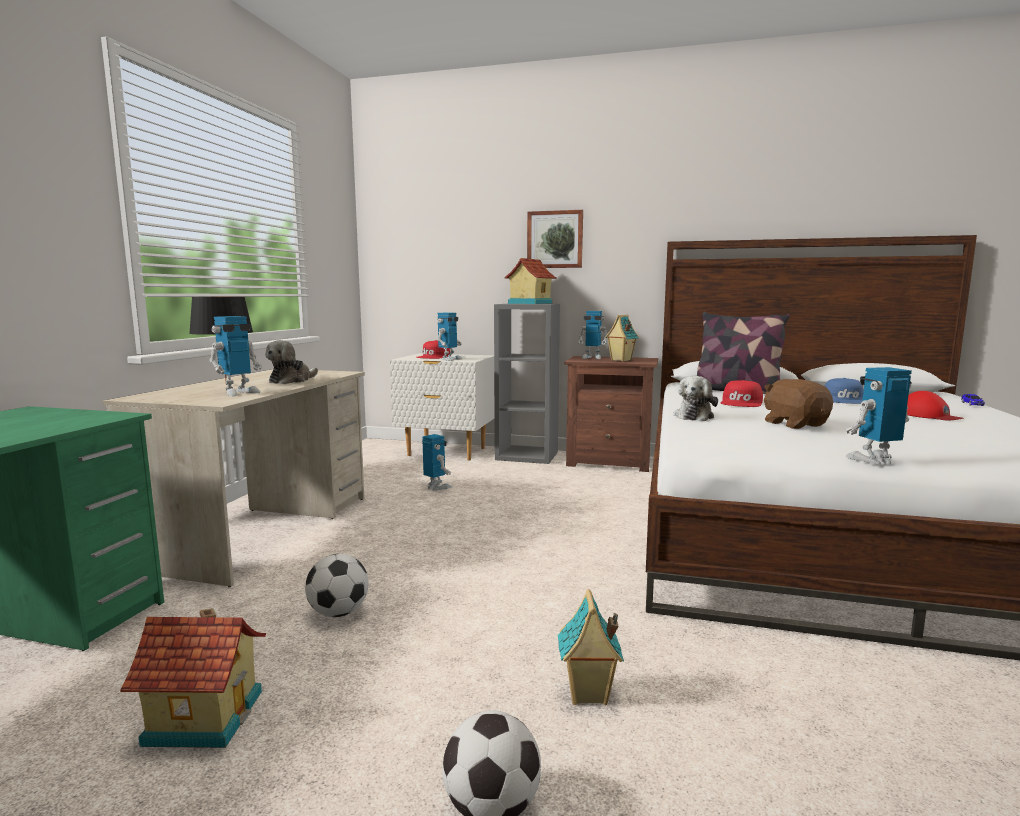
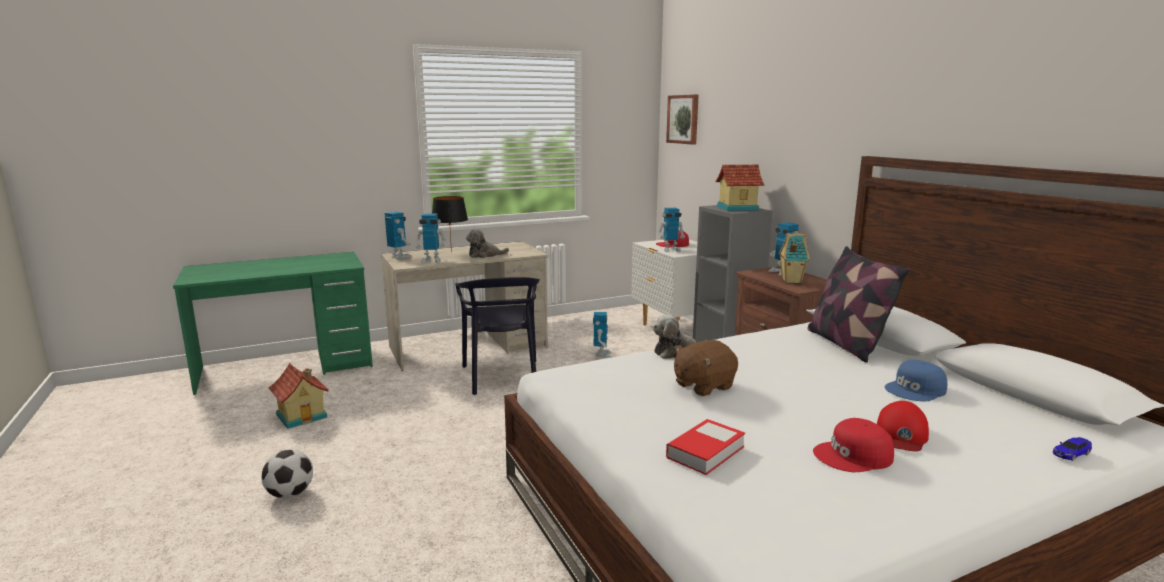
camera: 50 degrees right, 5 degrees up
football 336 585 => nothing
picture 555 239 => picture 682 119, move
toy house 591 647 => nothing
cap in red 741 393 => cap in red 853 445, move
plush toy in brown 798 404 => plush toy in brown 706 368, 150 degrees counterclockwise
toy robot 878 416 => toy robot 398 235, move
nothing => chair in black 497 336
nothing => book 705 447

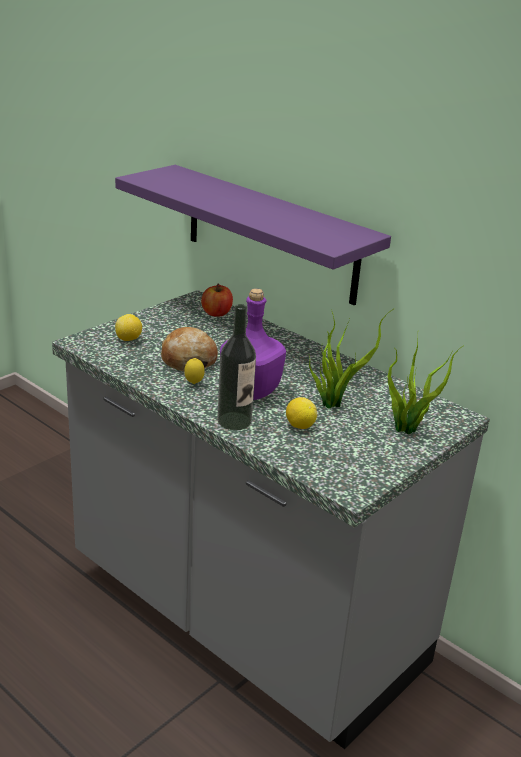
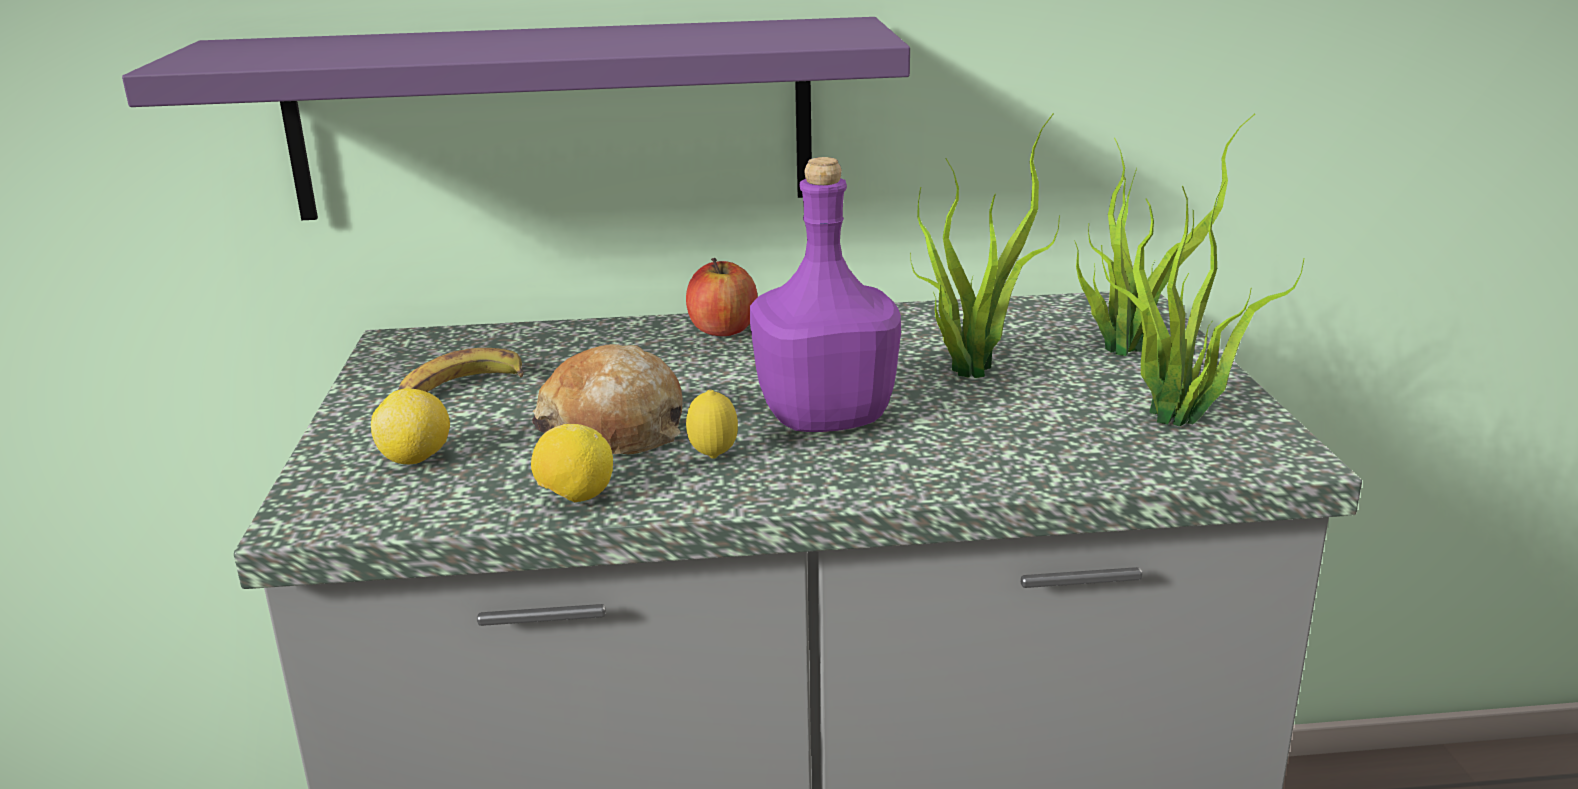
camera: 45 degrees left, 5 degrees down
apple 217 300 => apple 721 297, move
bottle 236 367 => nothing
lemon 301 413 => lemon 572 463, move
nothing => banana 461 370
nothing => potted plant 1202 304

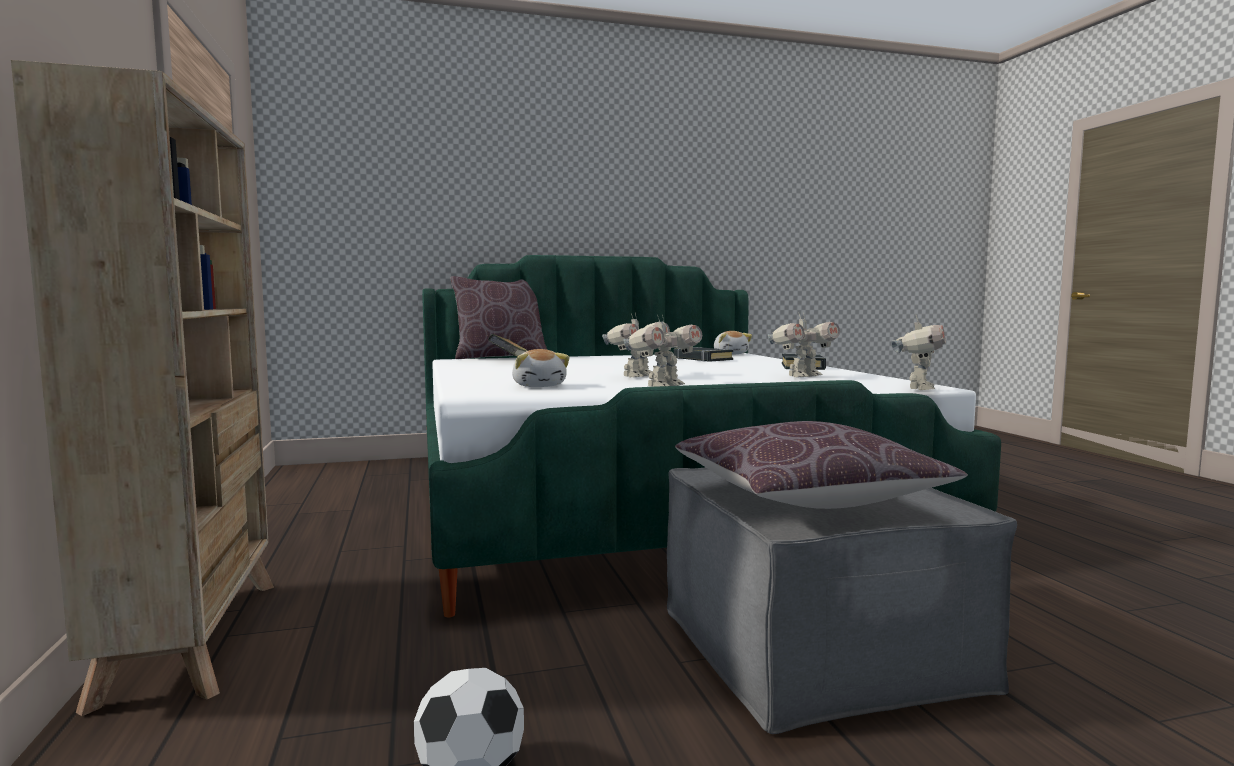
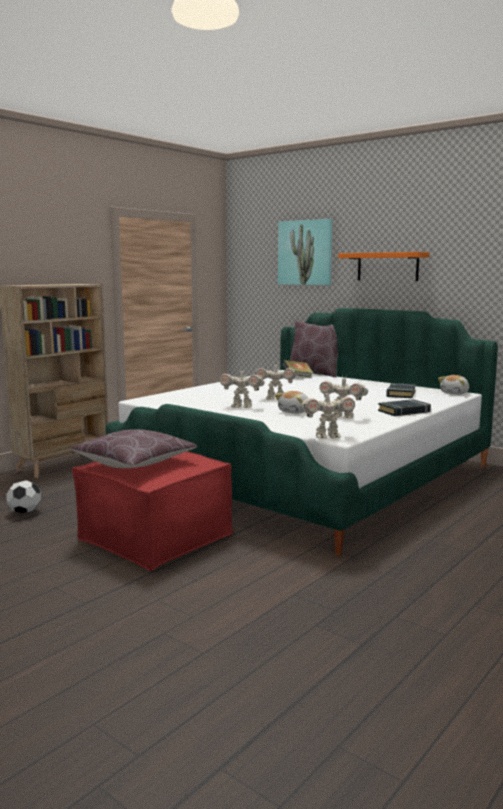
camera: 55 degrees right, 5 degrees up
plush toy 541 368 => plush toy 291 402, move
ottoman in grey 842 600 => ottoman in red 152 511
nothing => picture 305 252
nothing => shelf in orange 383 266

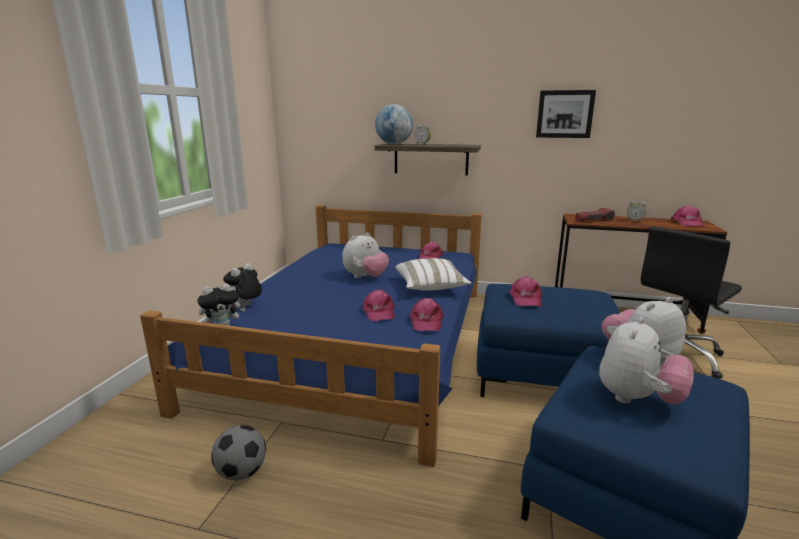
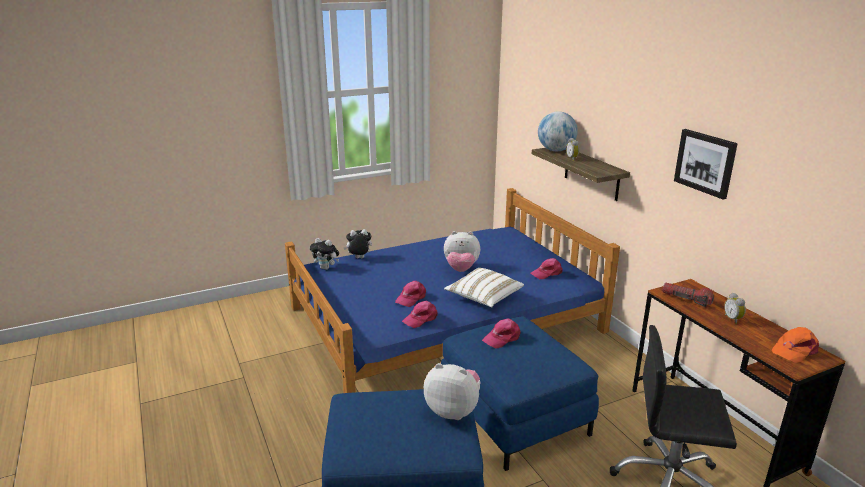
camera: 50 degrees right, 5 degrees up
football 238 452 => nothing
plush toy 646 361 => nothing
cap in pink 687 216 => cap in orange 795 345

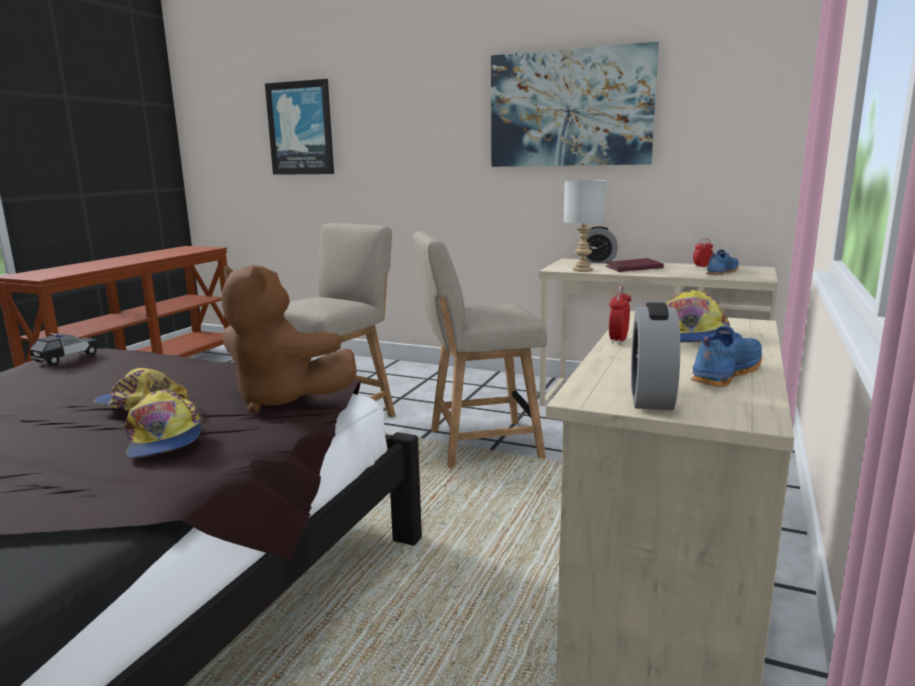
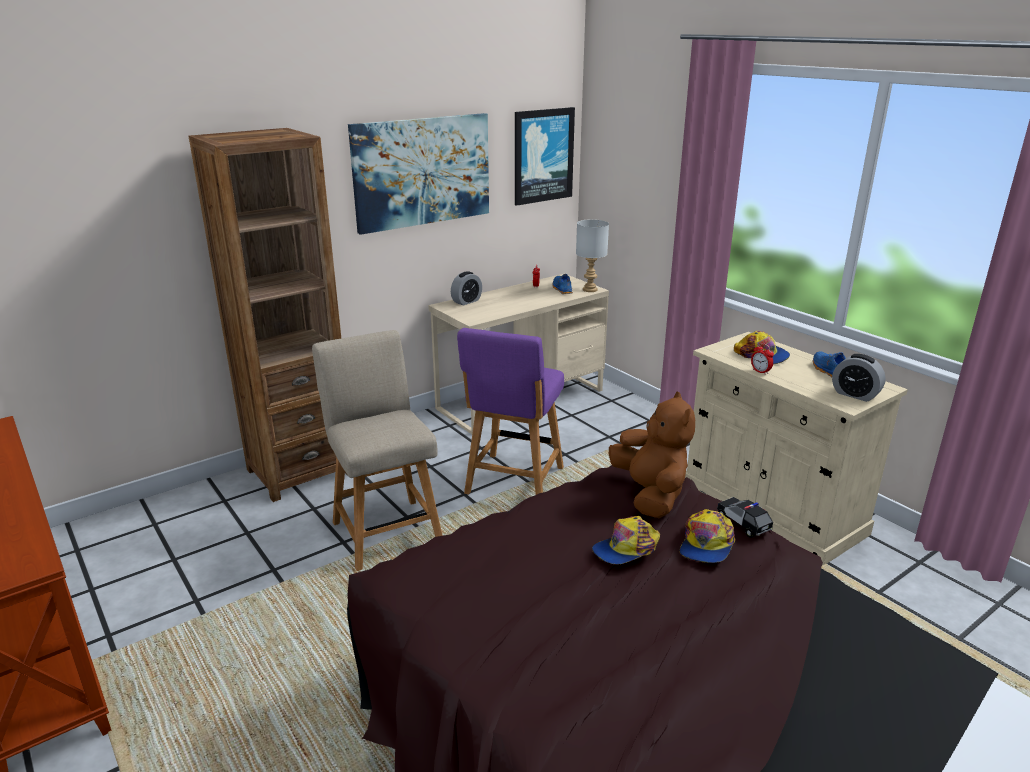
camera: 60 degrees left, 10 degrees up
toy car 64 349 => toy car 745 517, move
cap 164 424 => cap 708 536, 105 degrees clockwise
plush toy in brown 289 339 => plush toy in brown 652 454, 75 degrees counterclockwise
picture 299 127 => picture 545 156, move
chair in beige 480 349 => chair in purple 510 411
table lamp in grey 585 226 => table lamp in grey 592 255, move
book in red 634 265 => nothing
nothing => bookcase in brown 267 315

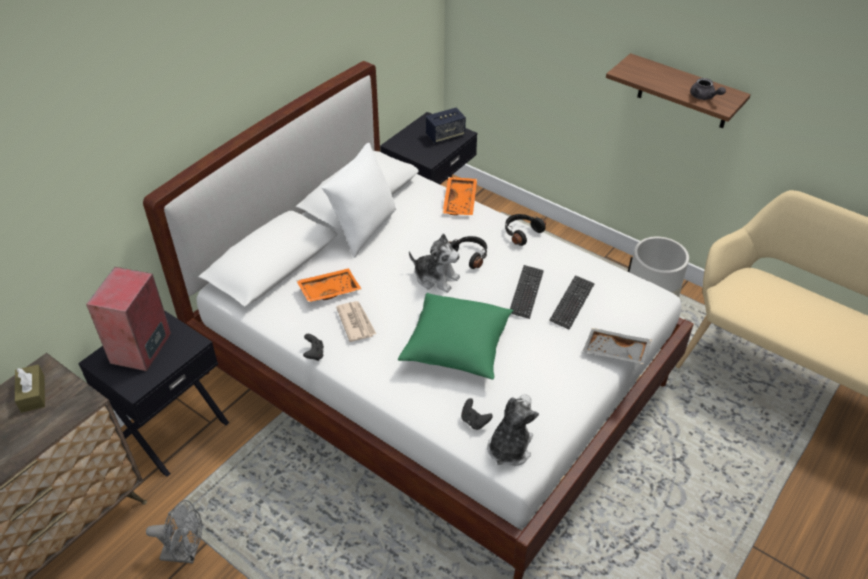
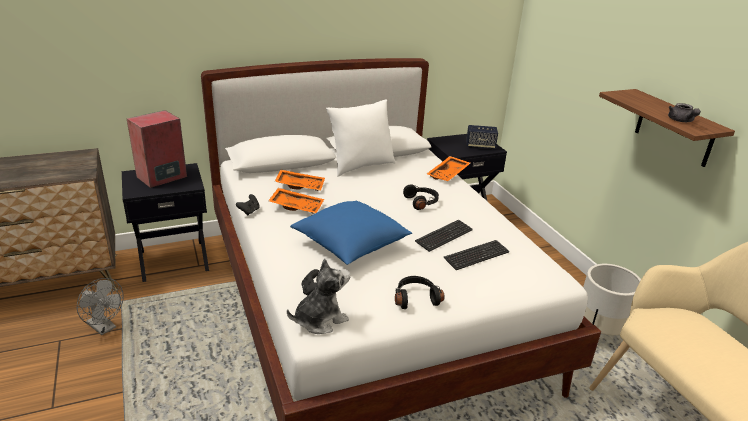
camera: 30 degrees right, 15 degrees down
tissue box in brown 30 388 => nothing
newspaper 356 321 => tray in orange 296 201
pillow in green 455 336 => pillow in blue 351 233
plush toy 434 263 => nothing
headphones in black 525 230 => headphones in black 420 292, move
tray in grey 617 346 => nothing

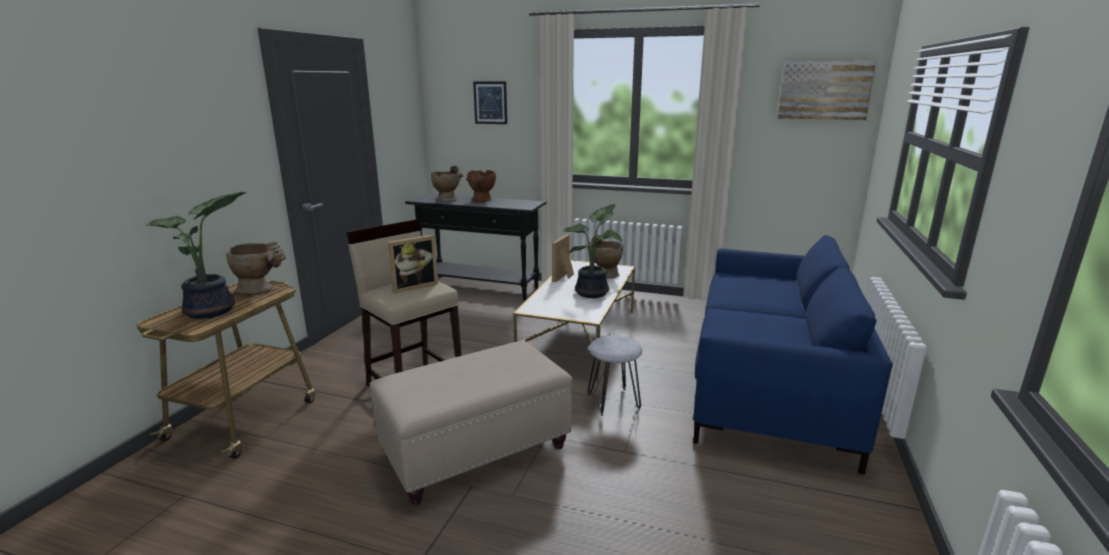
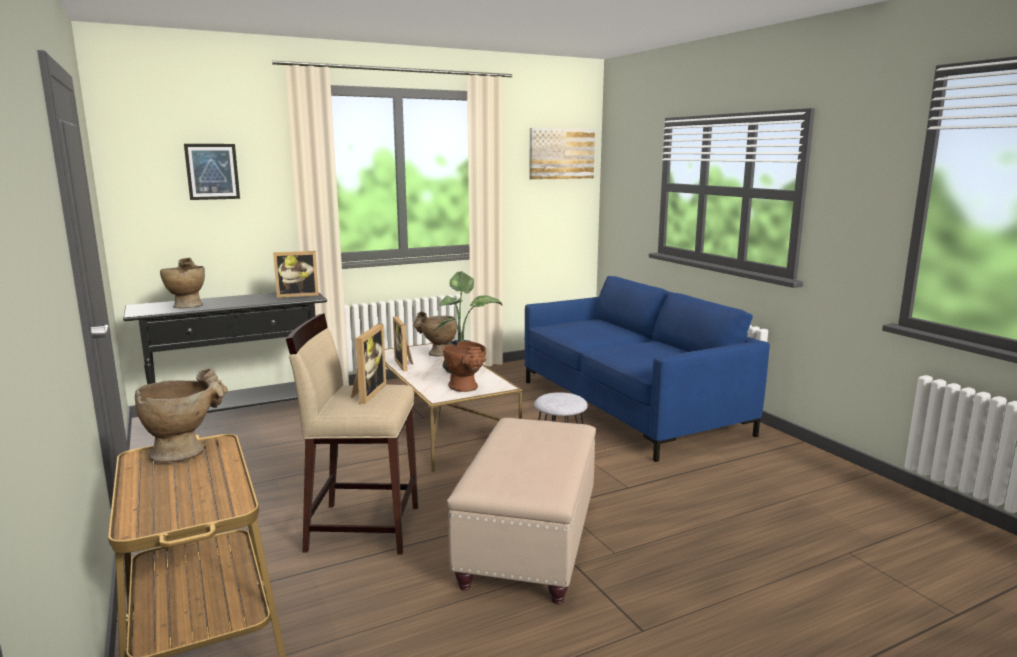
camera: 45 degrees left, 5 degrees down
potted plant 196 255 => nothing
vase in brown 481 186 => vase in brown 465 366, move
nothing => picture frame 296 274

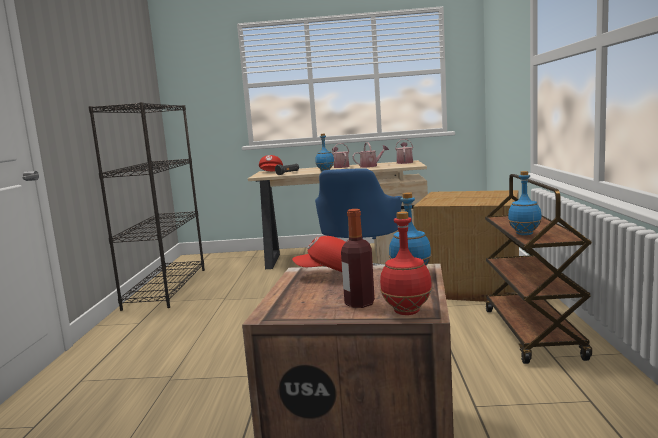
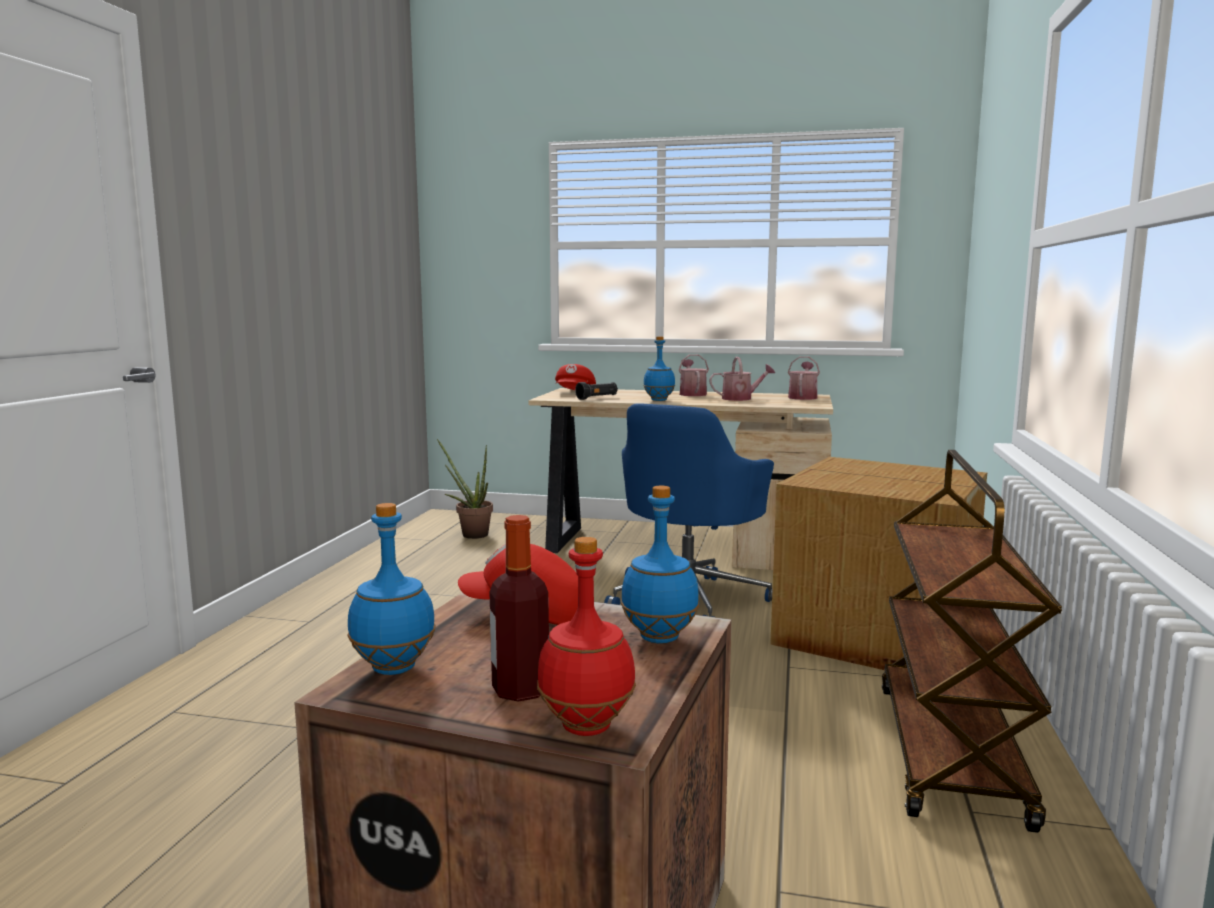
camera: 10 degrees right, 0 degrees up
bookcase in black 147 206 => nothing
bottle in blue 525 203 => bottle in blue 391 589, move
nothing => potted plant 465 489

